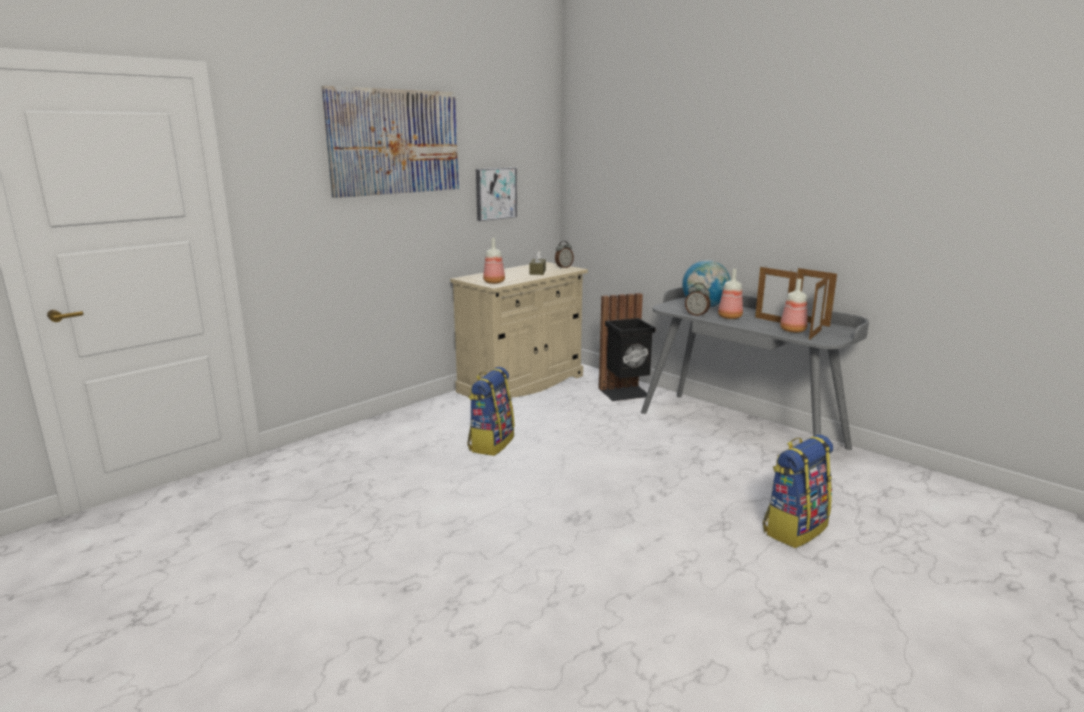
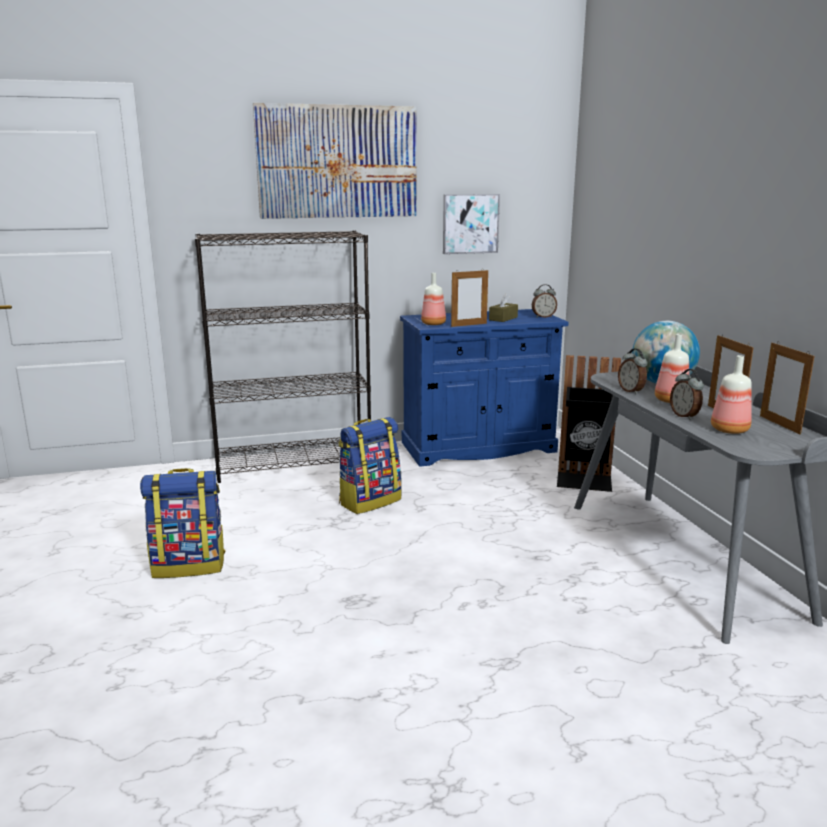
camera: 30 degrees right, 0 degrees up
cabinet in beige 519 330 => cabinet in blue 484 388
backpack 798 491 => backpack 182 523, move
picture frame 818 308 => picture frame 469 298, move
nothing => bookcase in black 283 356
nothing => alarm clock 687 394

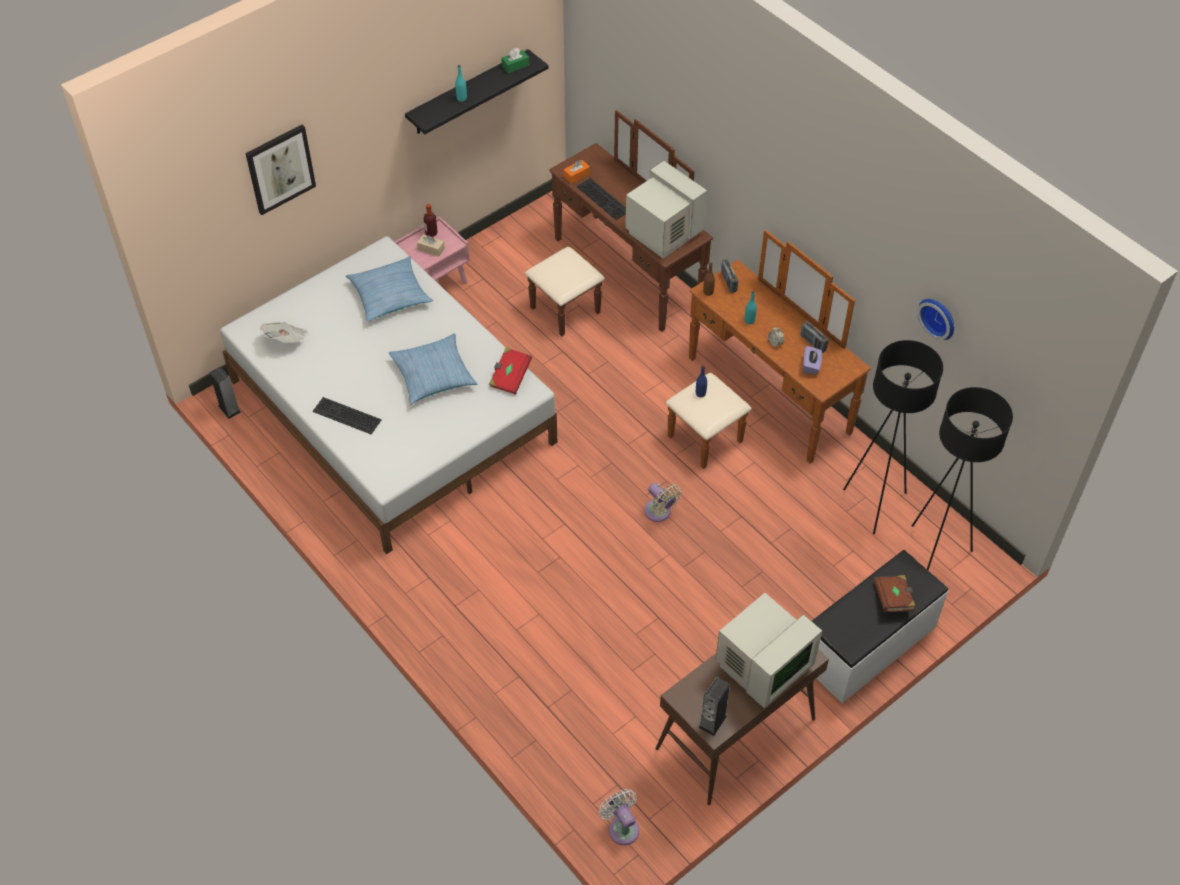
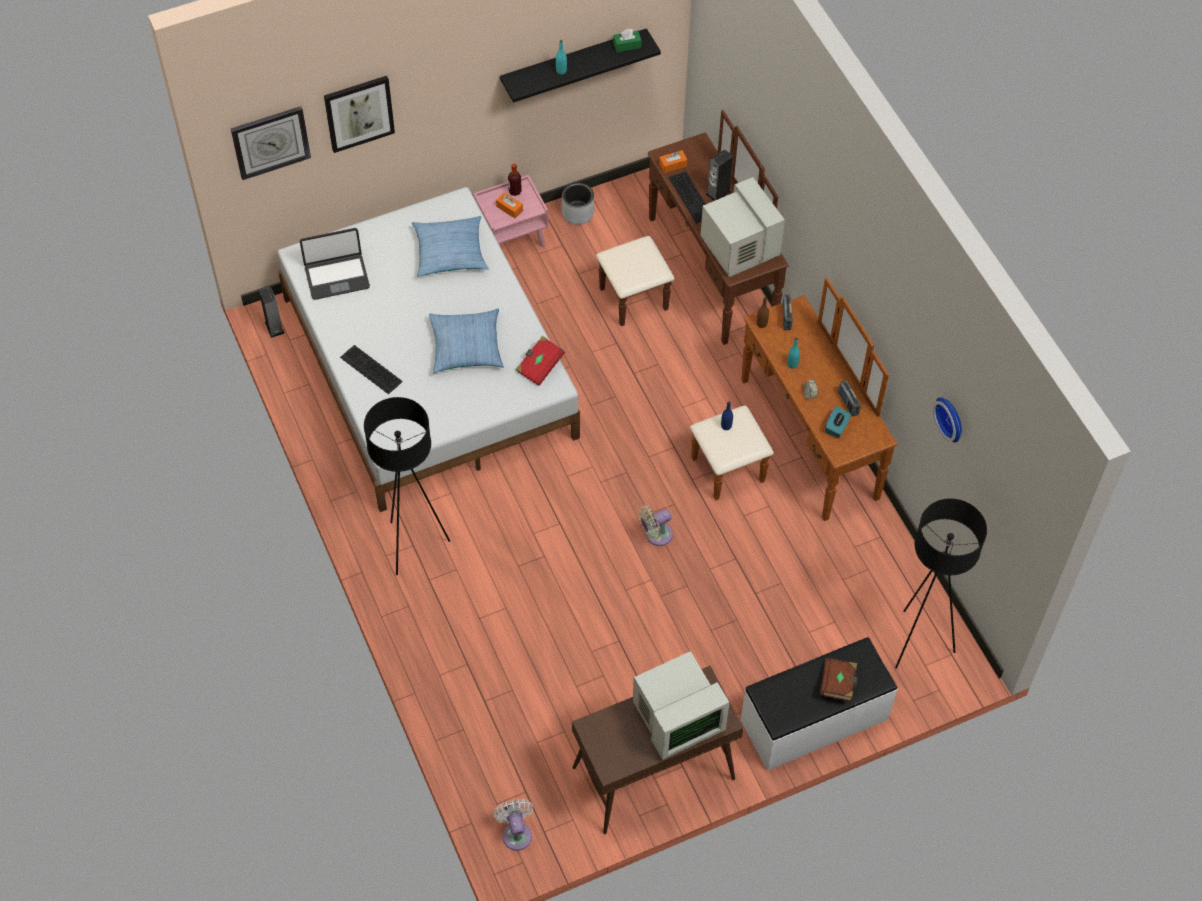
camera: 15 degrees right, 5 degrees up
newspaper 283 332 => laptop 335 264
tissue box in beige 431 245 => tissue box in orange 509 205
fan in beige 663 502 => fan in beige 655 525, 90 degrees clockwise
speaker 714 706 => speaker 719 175, move
tissue box in purple 812 360 => tissue box in turquoise 838 422
floor lamp in black 893 437 => floor lamp in black 407 486, move
nothing => wall clock 271 143
nothing => planter in grey 578 204

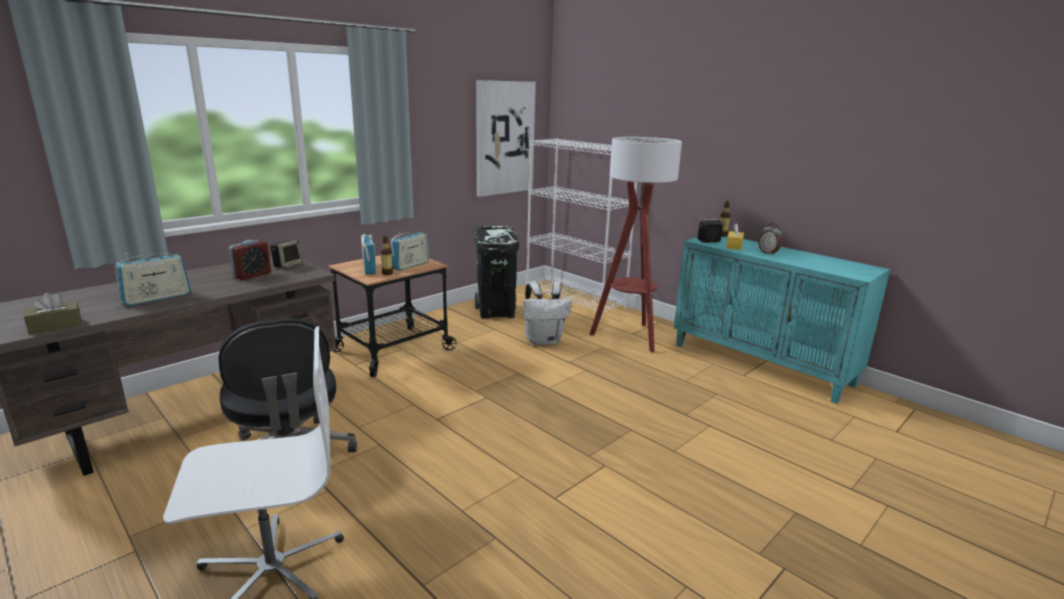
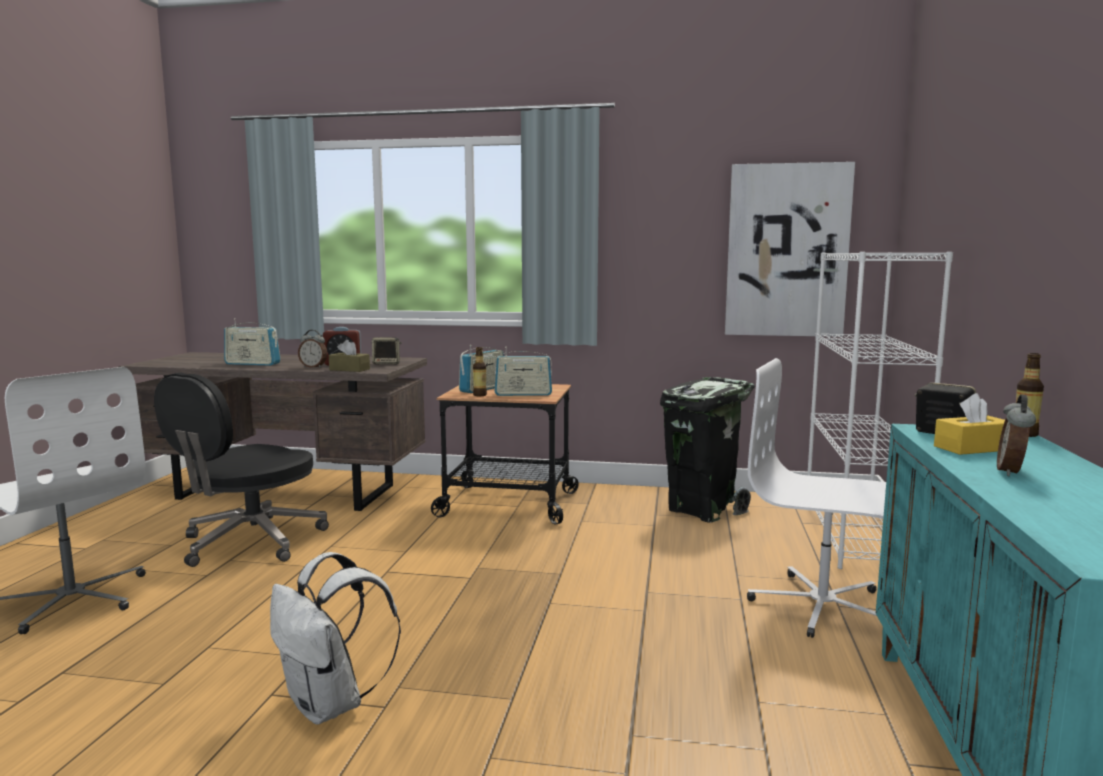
camera: 55 degrees right, 10 degrees down
tissue box in brown 53 313 => tissue box in brown 349 356, move
backpack in white 547 313 => backpack in white 335 638, move
floor lamp 635 244 => office chair in white 816 498
nothing => alarm clock 312 349

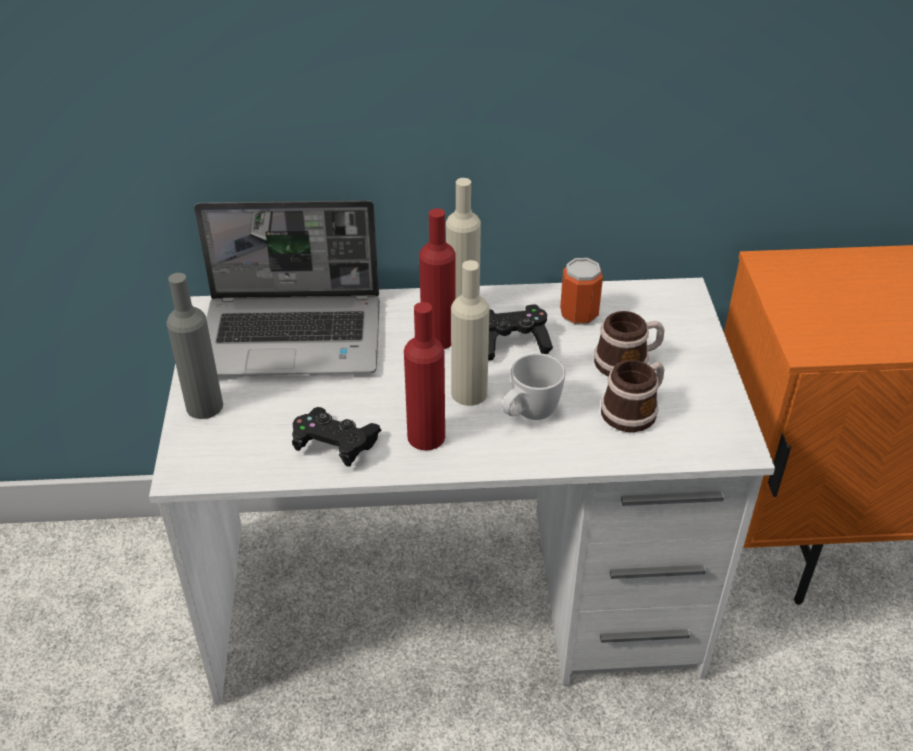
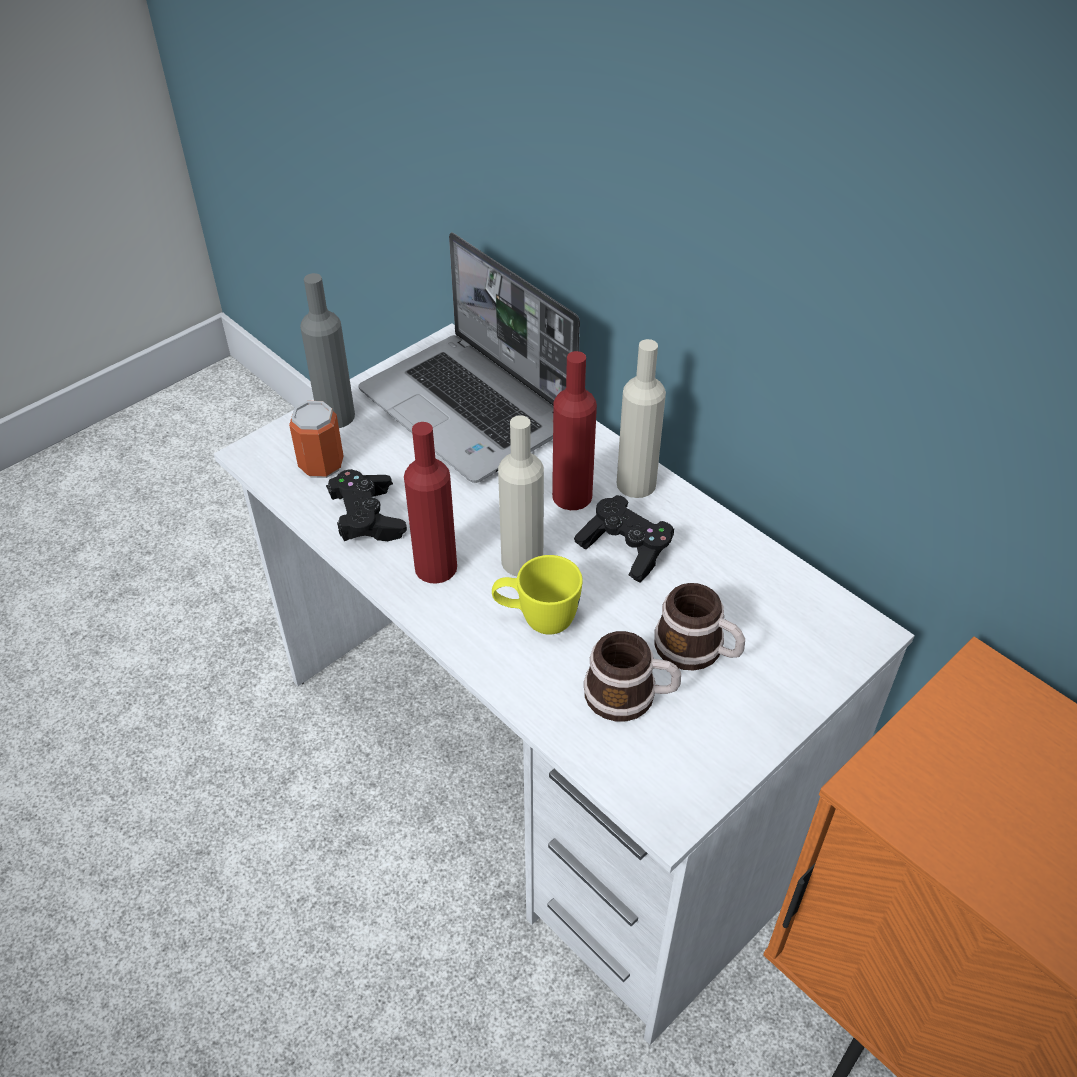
camera: 50 degrees right, 5 degrees up
mug in white 533 386 => mug in yellow 537 595
can 581 291 => can 316 439, move

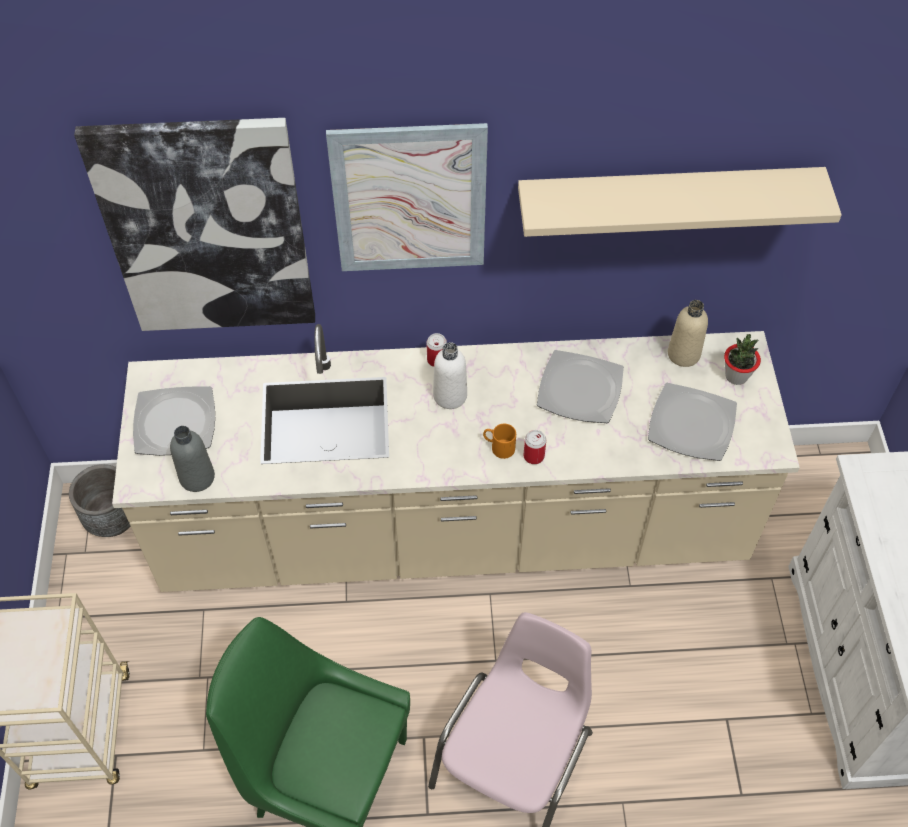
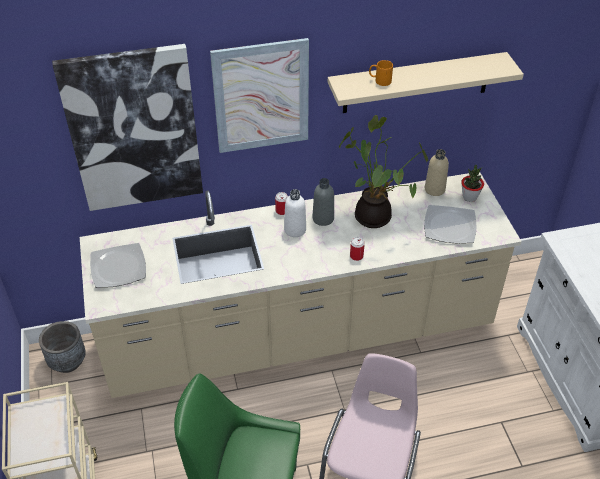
camera: 10 degrees left, 10 degrees down
bottle in grey 192 459 => bottle in grey 323 202, move
mug in orange 499 441 => mug in orange 381 73, move
plate 580 386 => potted plant 383 171

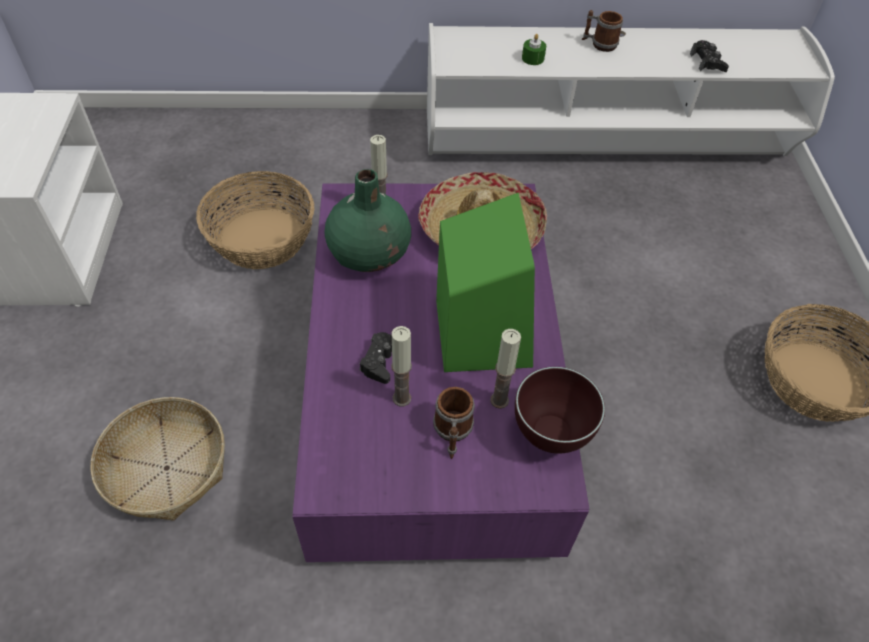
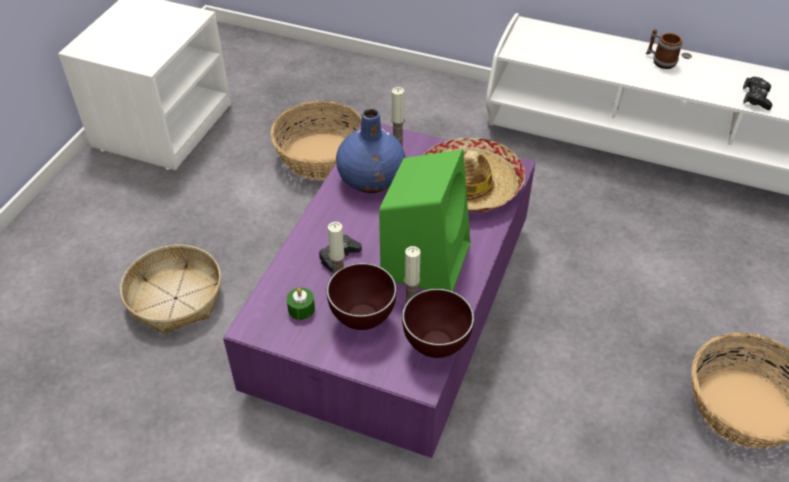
camera: 25 degrees right, 5 degrees down
vase in green 368 220 => vase in blue 370 151
mug 454 423 => bowl in brown 362 296
candle in green 534 49 => candle in green 301 304, move

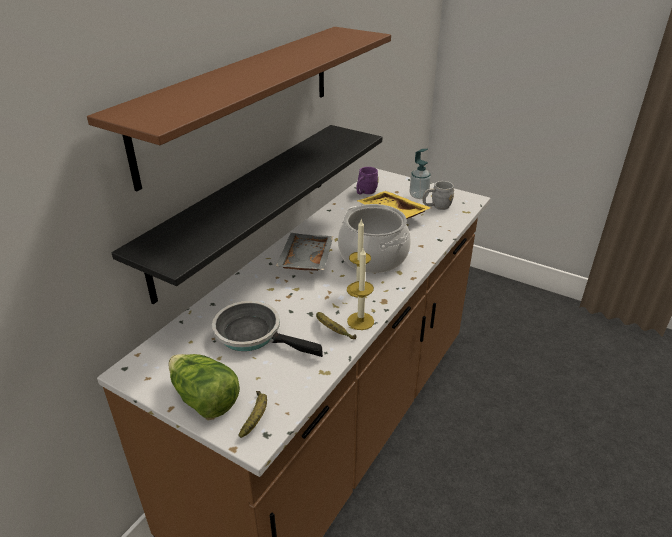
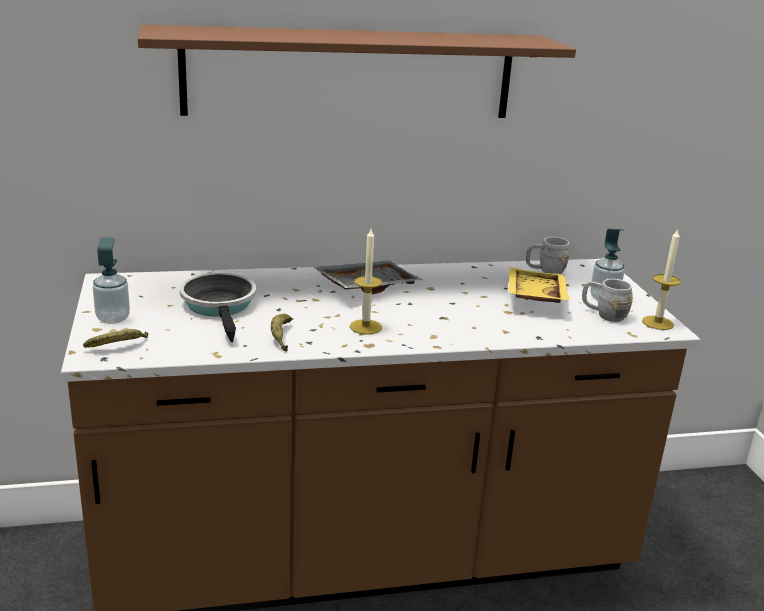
camera: 45 degrees right, 10 degrees down
shelf in black 247 214 => nothing
lettuce 204 386 => soap dispenser 111 280
cooking pot 374 238 => nothing
candle 360 289 => candle 661 279, move
mug in purple 368 180 => mug in grey 548 255

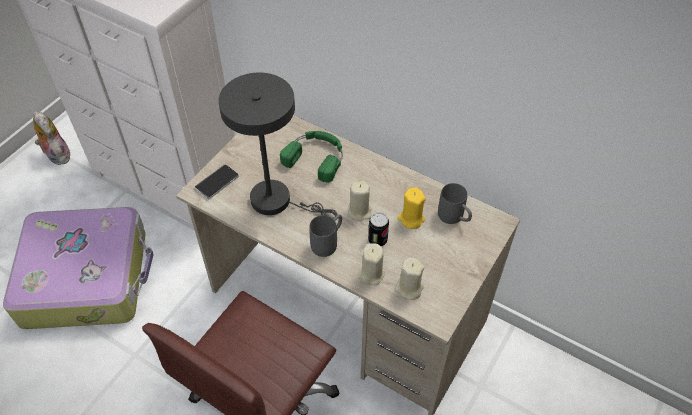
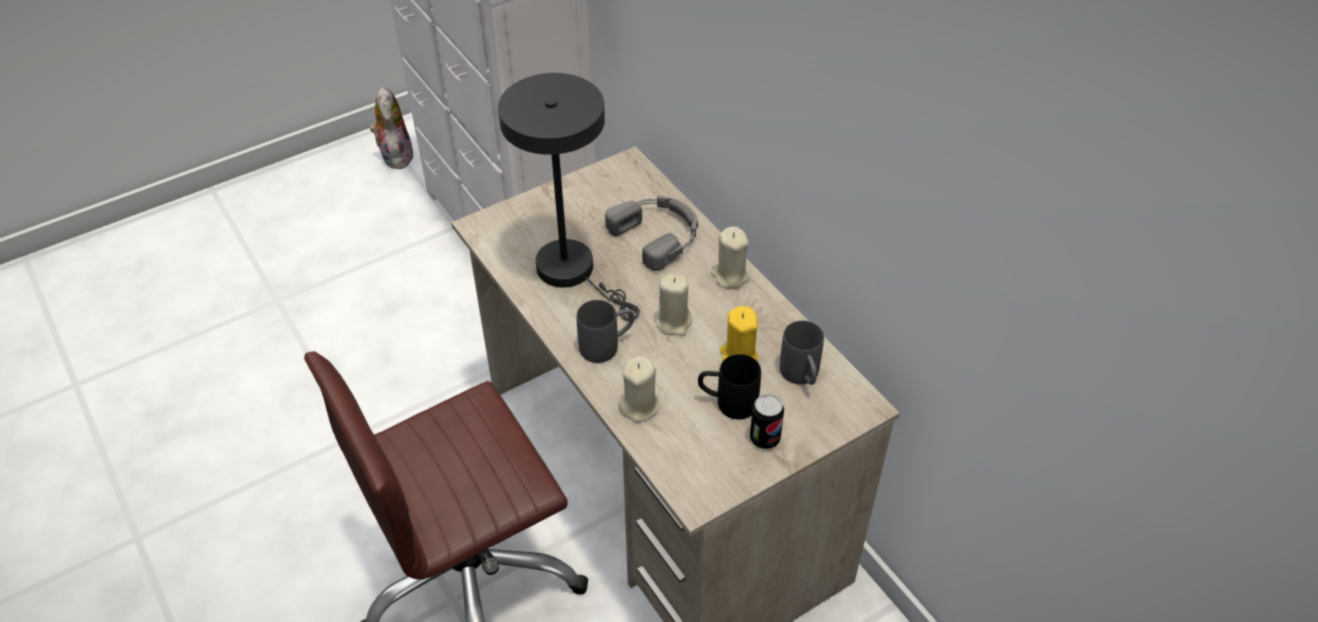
camera: 25 degrees right, 5 degrees down
suitcase 78 268 => nothing
phone 217 182 => nothing
headphones in green 311 157 => headphones in grey 651 233
can 378 229 => can 767 421, move
candle in beige 410 278 => candle in beige 730 258, move
nothing => mug in black 729 386

